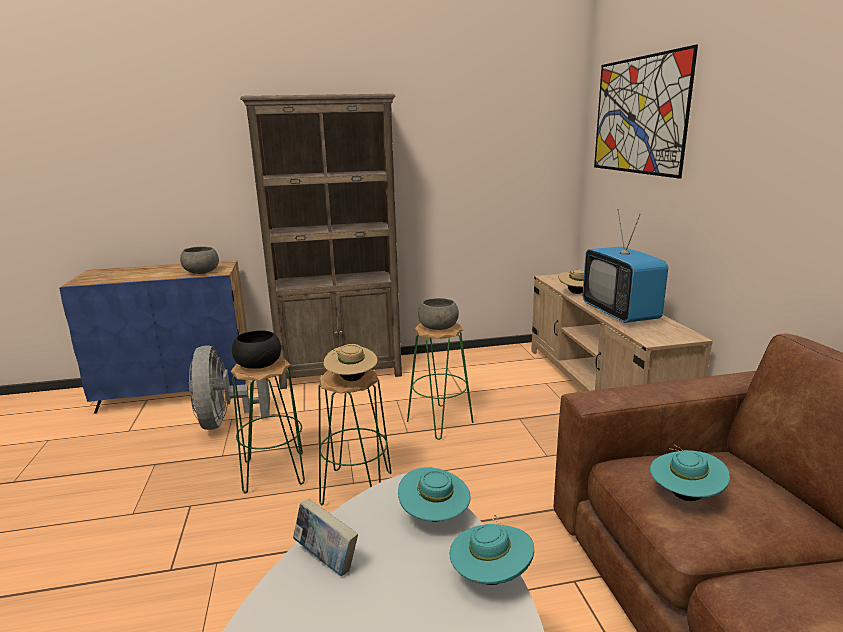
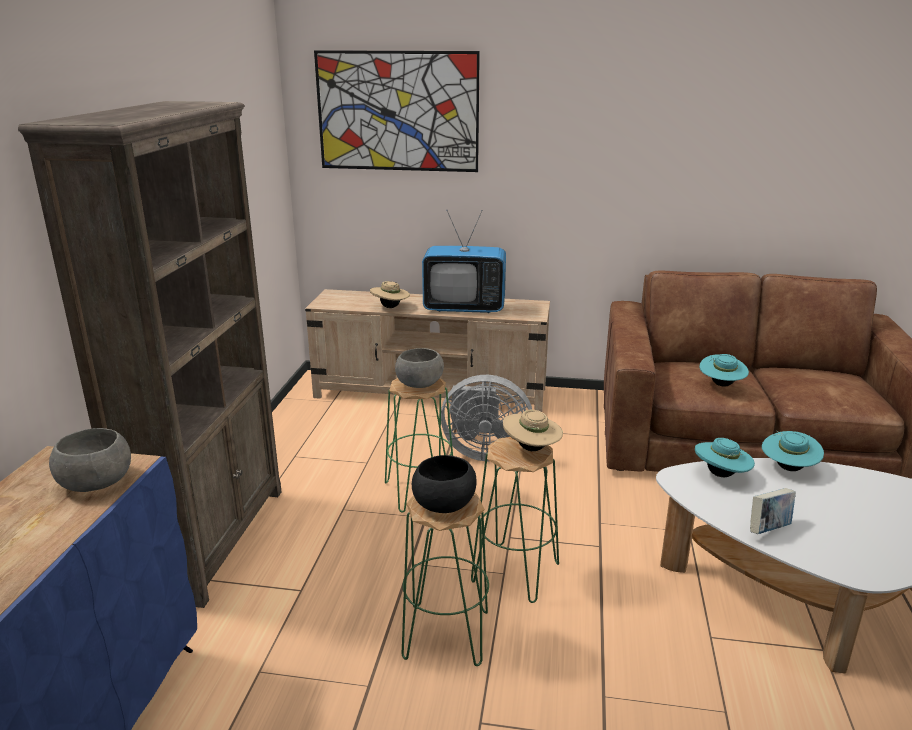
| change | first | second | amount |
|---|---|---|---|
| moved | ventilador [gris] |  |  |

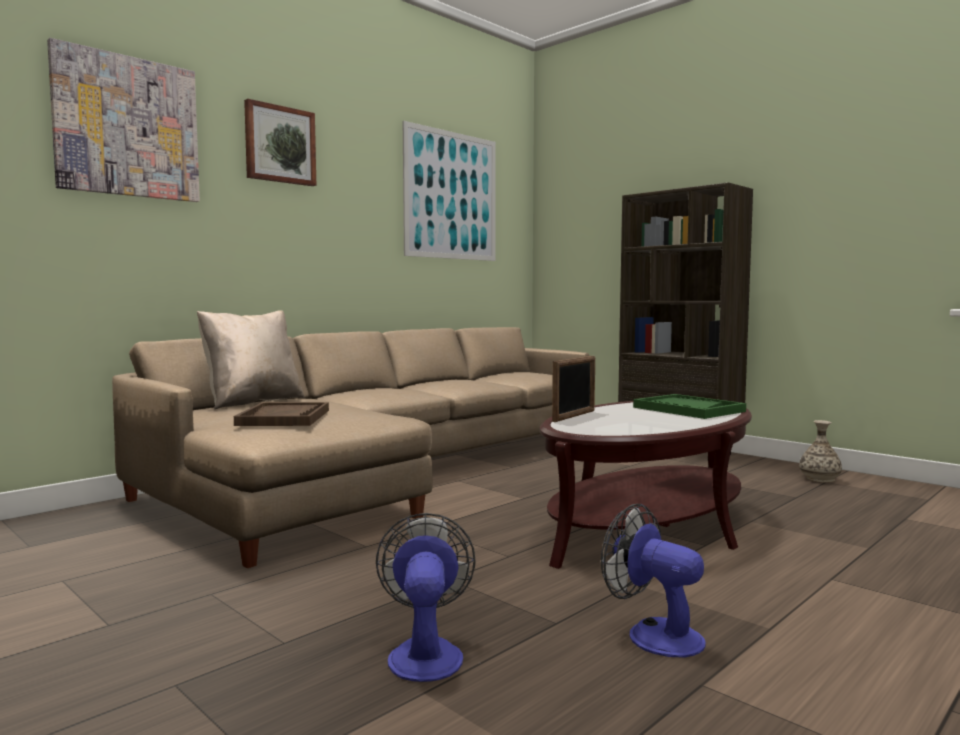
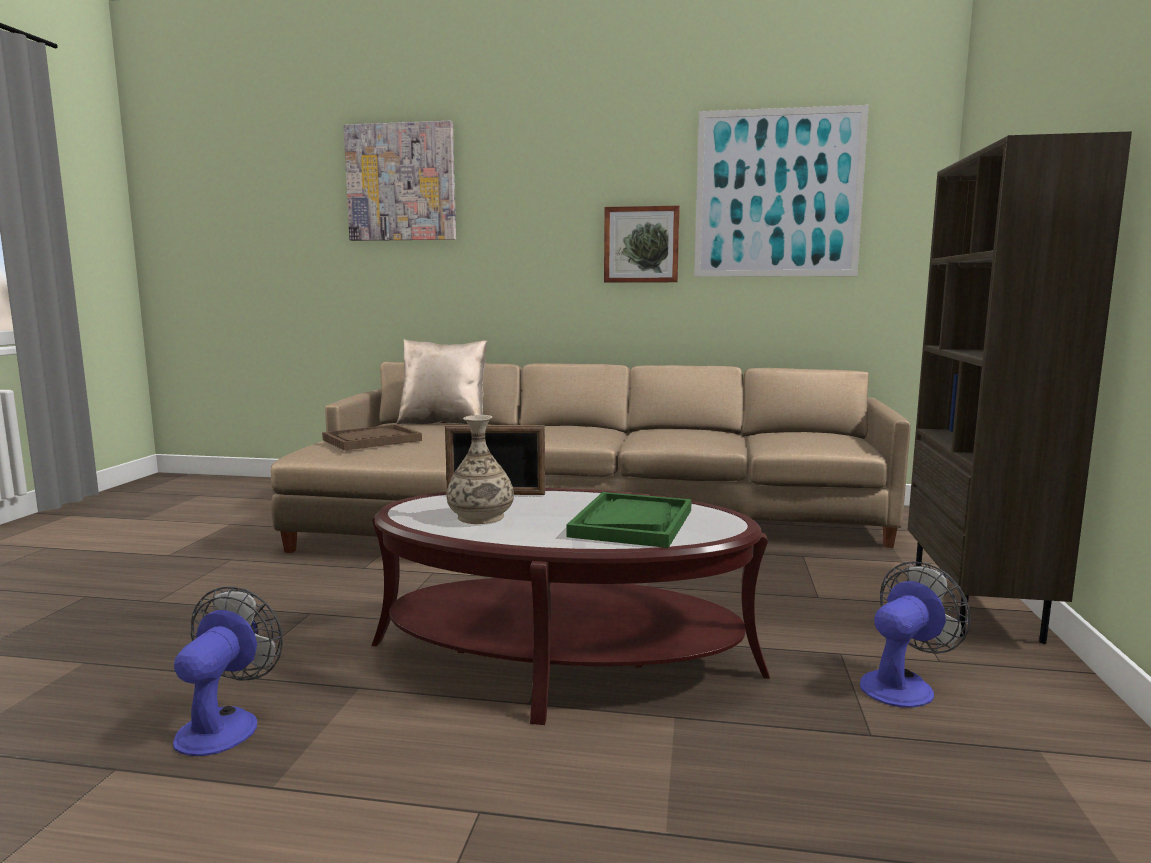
| change | first | second | amount |
|---|---|---|---|
| moved | cuadro (2nd from left) |  |  |
| moved | florero |  |  |
| moved | ventilador (1st from left in the first image) | ventilador (2nd from left) |  |

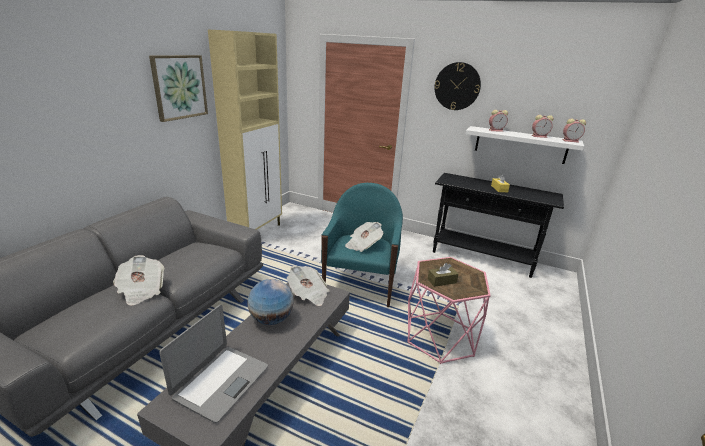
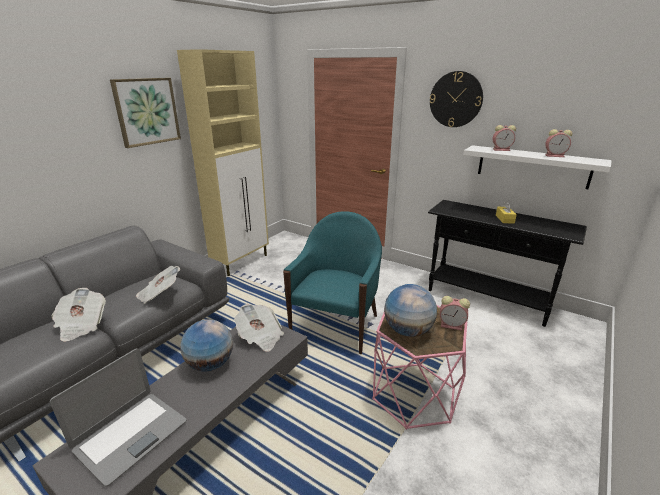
| change | first | second | amount |
|---|---|---|---|
| moved | despertador (3rd from left in the first image) | despertador (1st from left) |  |
| moved | periódico (3rd from left in the first image) | periódico (2nd from left) |  |
| replaced | caja de pañuelos [marrón] | globo terráqueo (2nd from left) |  |

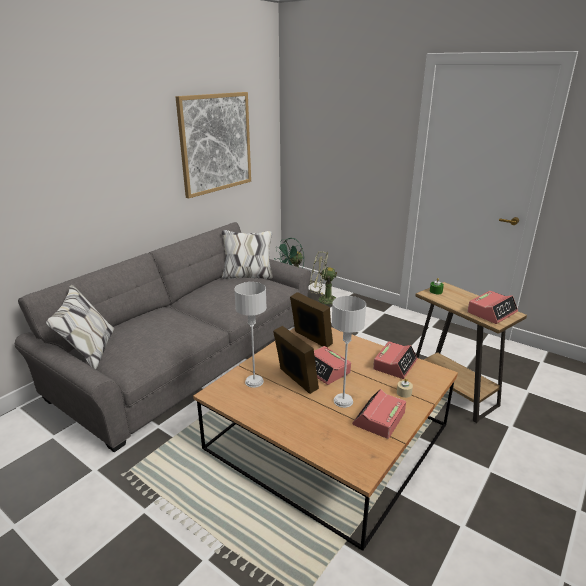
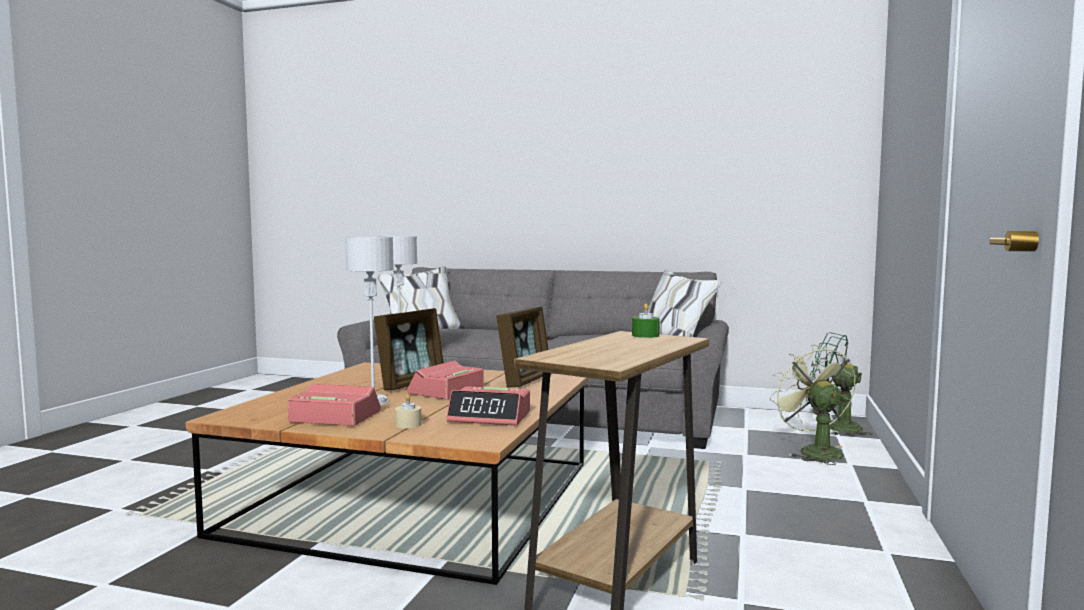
| change | first | second | amount |
|---|---|---|---|
| removed | cuadro |  |  |
| removed | despertador (4th from left) |  |  |

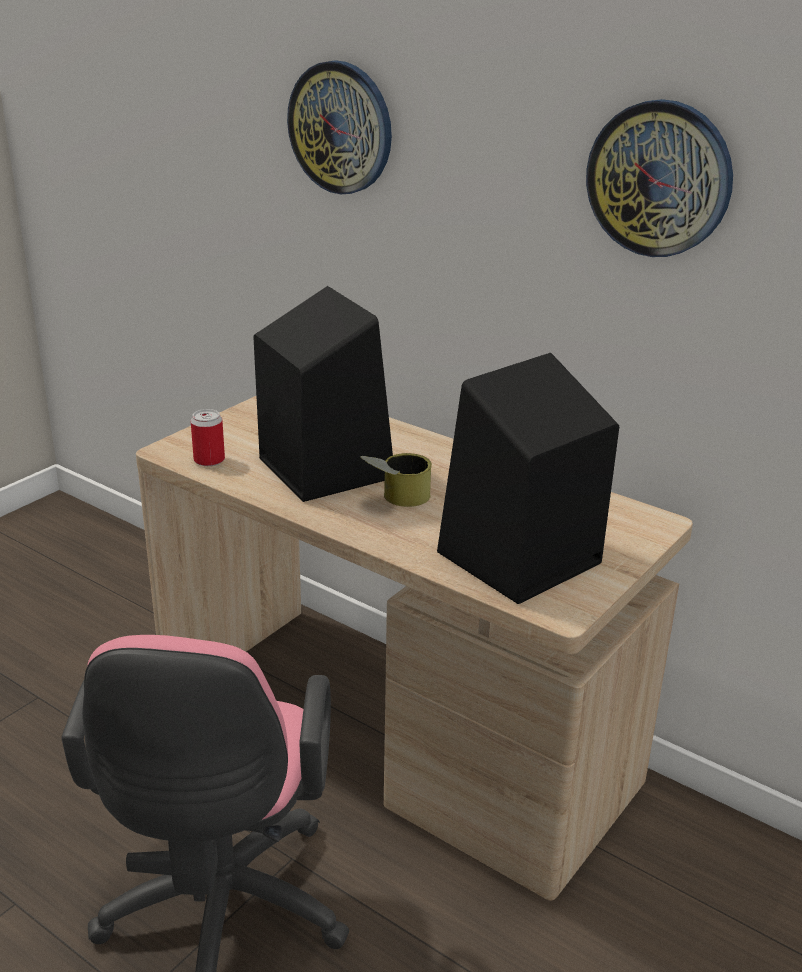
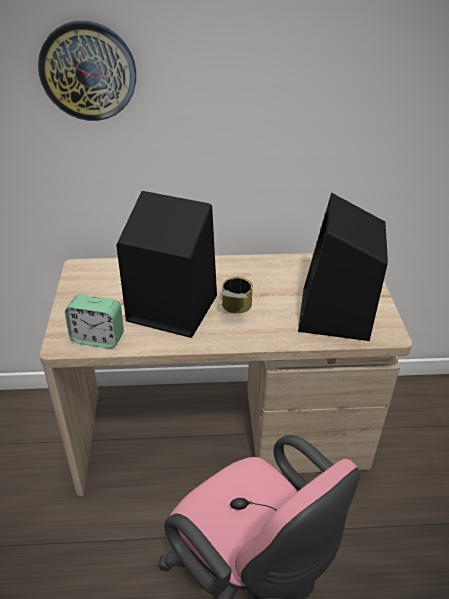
| change | first | second | amount |
|---|---|---|---|
| removed | reloj de pared (2nd from left) |  |  |
| replaced | lata (1st from left) | despertador |  |

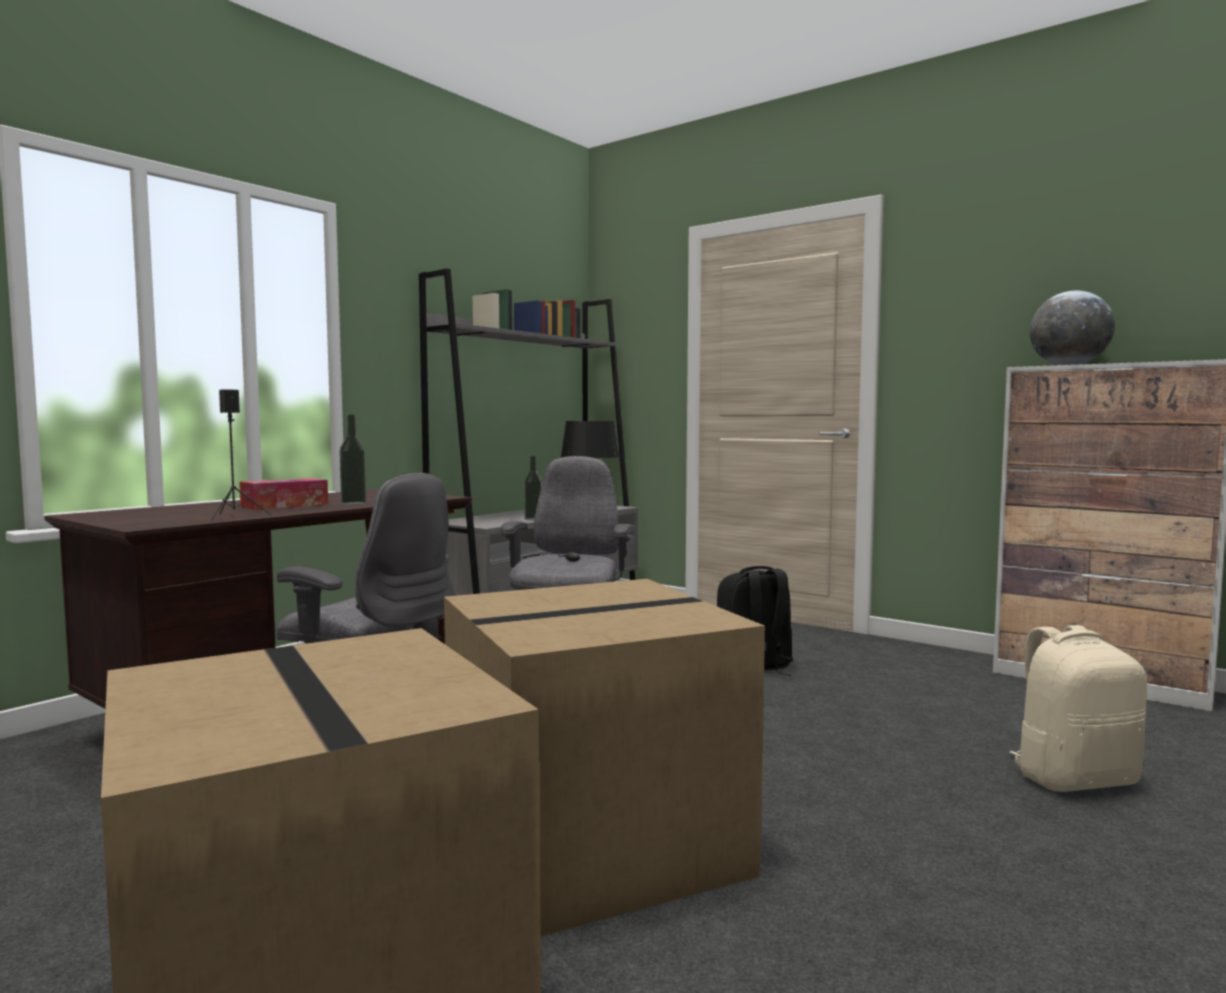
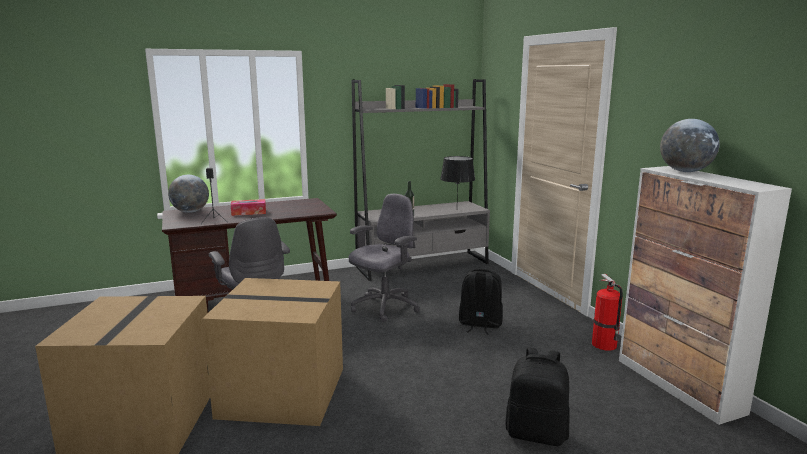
| change | first | second | amount |
|---|---|---|---|
| removed | botella (1st from left) |  |  |
| recoloured | mochila [beis] | mochila [negro] (2nd from left) |  |
| added |  | globo terráqueo (1st from left) |  |
| added |  | extintor |  |

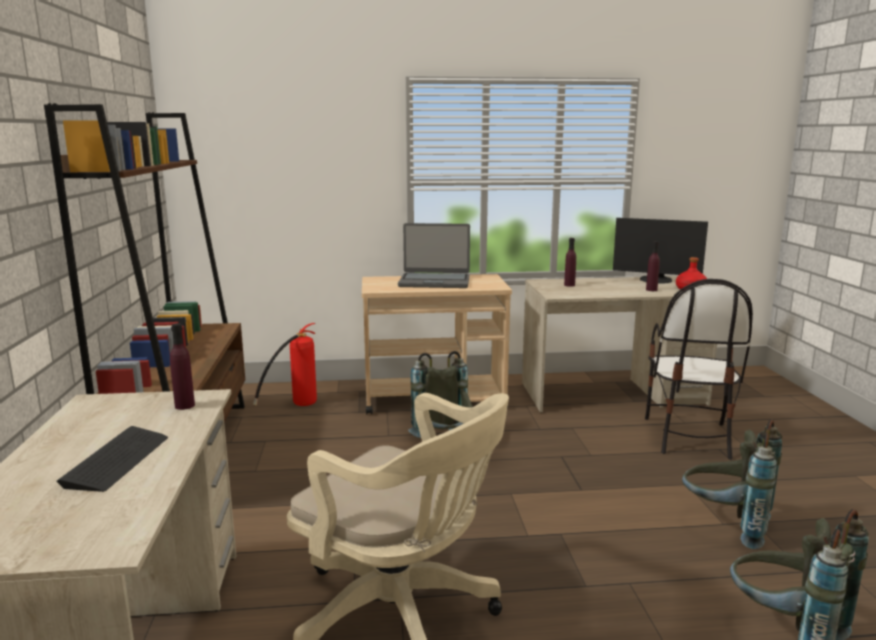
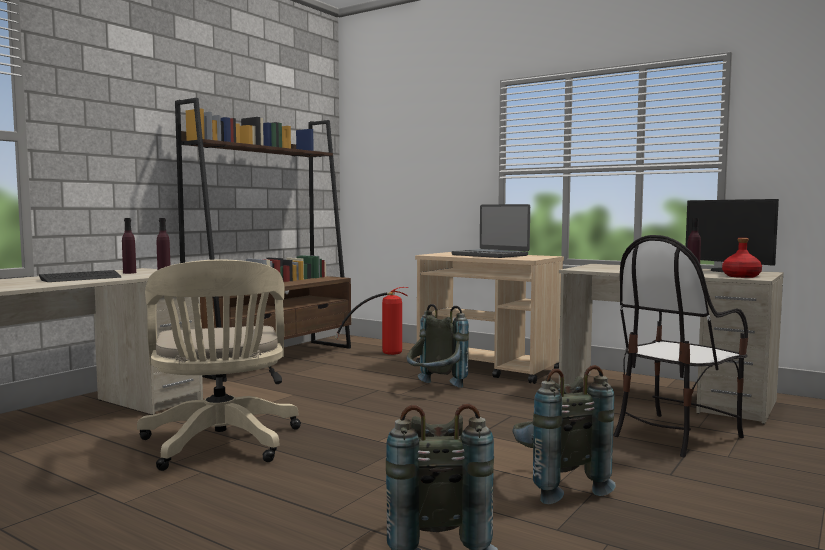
| change | first | second | amount |
|---|---|---|---|
| moved | botella [morado] (2nd from left in the first image) | botella [morado] (1st from left) |  |

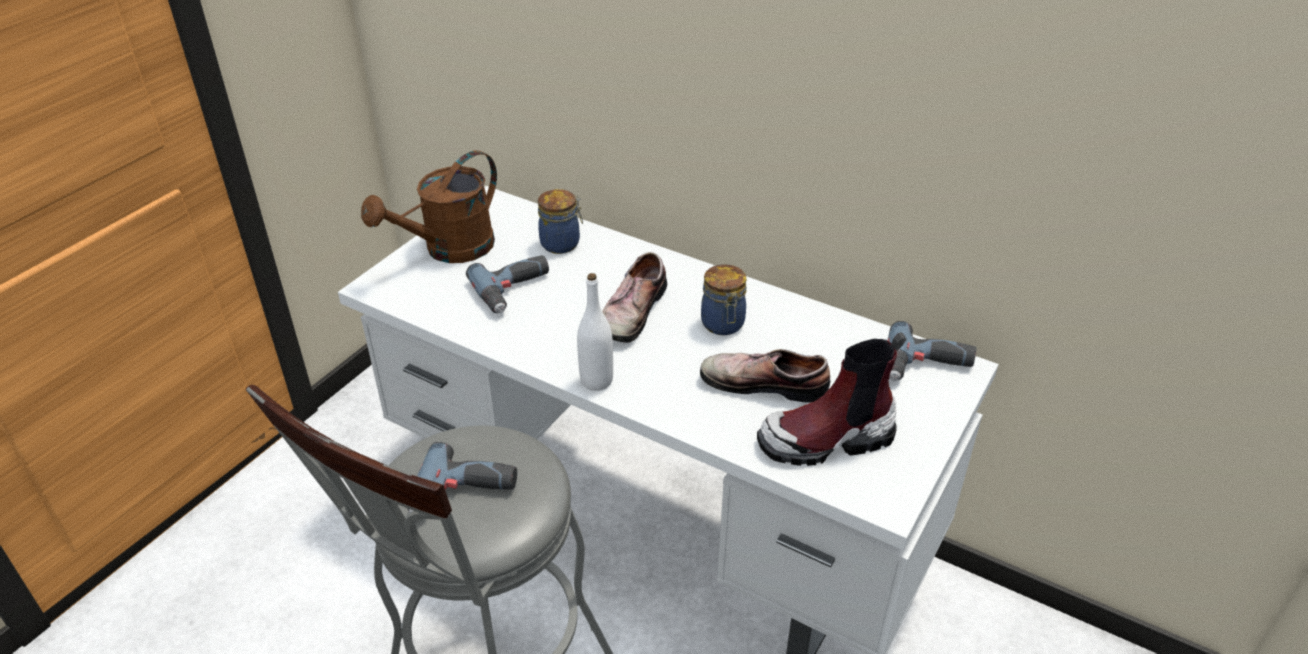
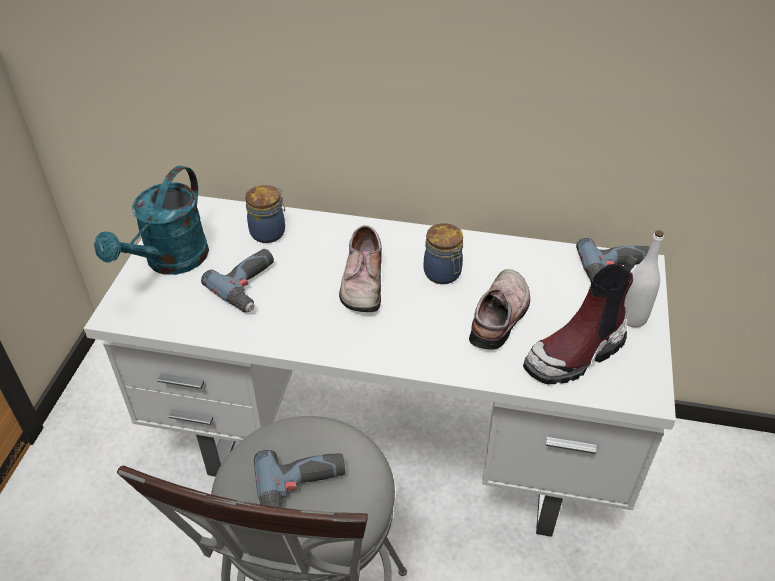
| change | first | second | amount |
|---|---|---|---|
| recoloured | regadera [marrón] | regadera [turquesa] |  |
| moved | botella [blanco] |  |  |
| turned | zapato (2nd from left) |  | 120 degrees clockwise |

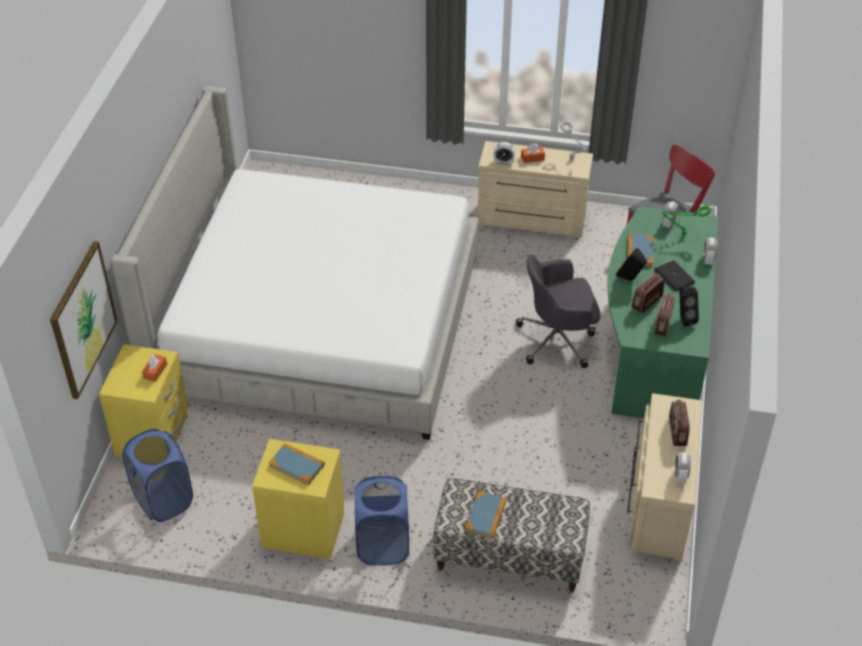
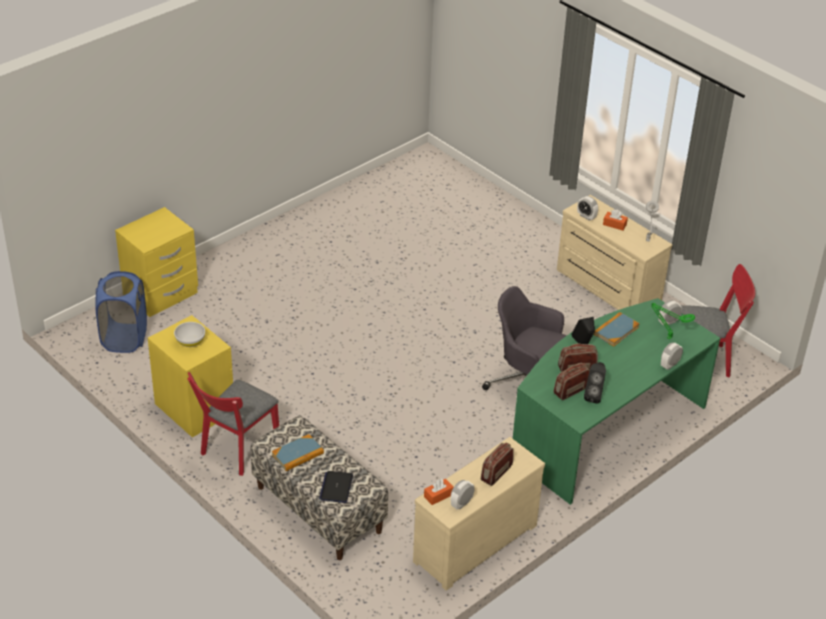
| change | first | second | amount |
|---|---|---|---|
| removed | cama |  |  |
| removed | cuadro |  |  |
| moved | portátil |  |  |
| moved | caja de pañuelos [naranja] (1st from left) |  |  |
| replaced | libro (1st from left) | cuenco [blanco] |  |
| replaced | cesto de la ropa [azul] (2nd from left) | silla [rojo] (1st from left) |  |

